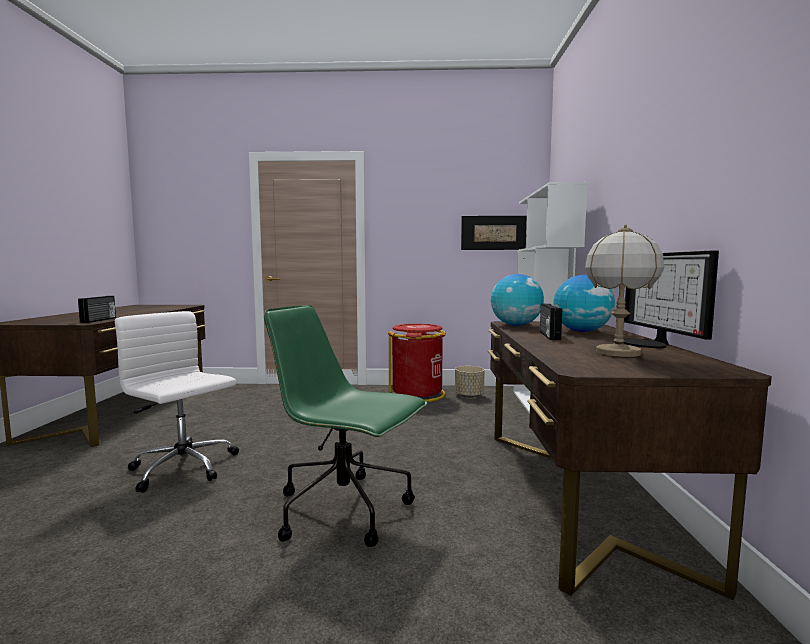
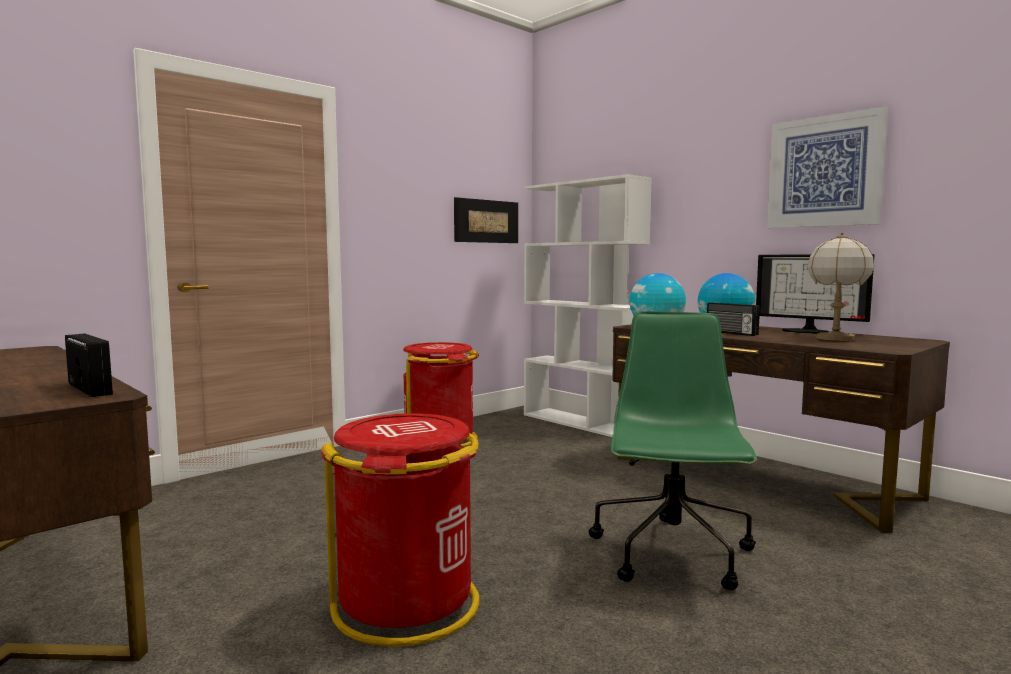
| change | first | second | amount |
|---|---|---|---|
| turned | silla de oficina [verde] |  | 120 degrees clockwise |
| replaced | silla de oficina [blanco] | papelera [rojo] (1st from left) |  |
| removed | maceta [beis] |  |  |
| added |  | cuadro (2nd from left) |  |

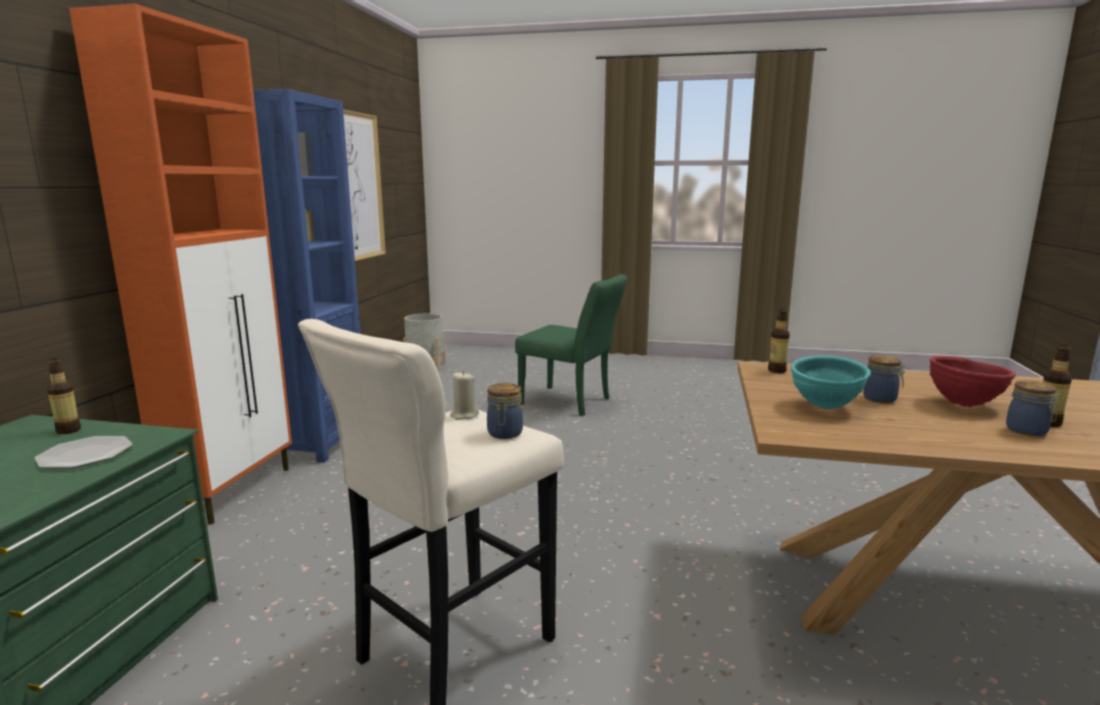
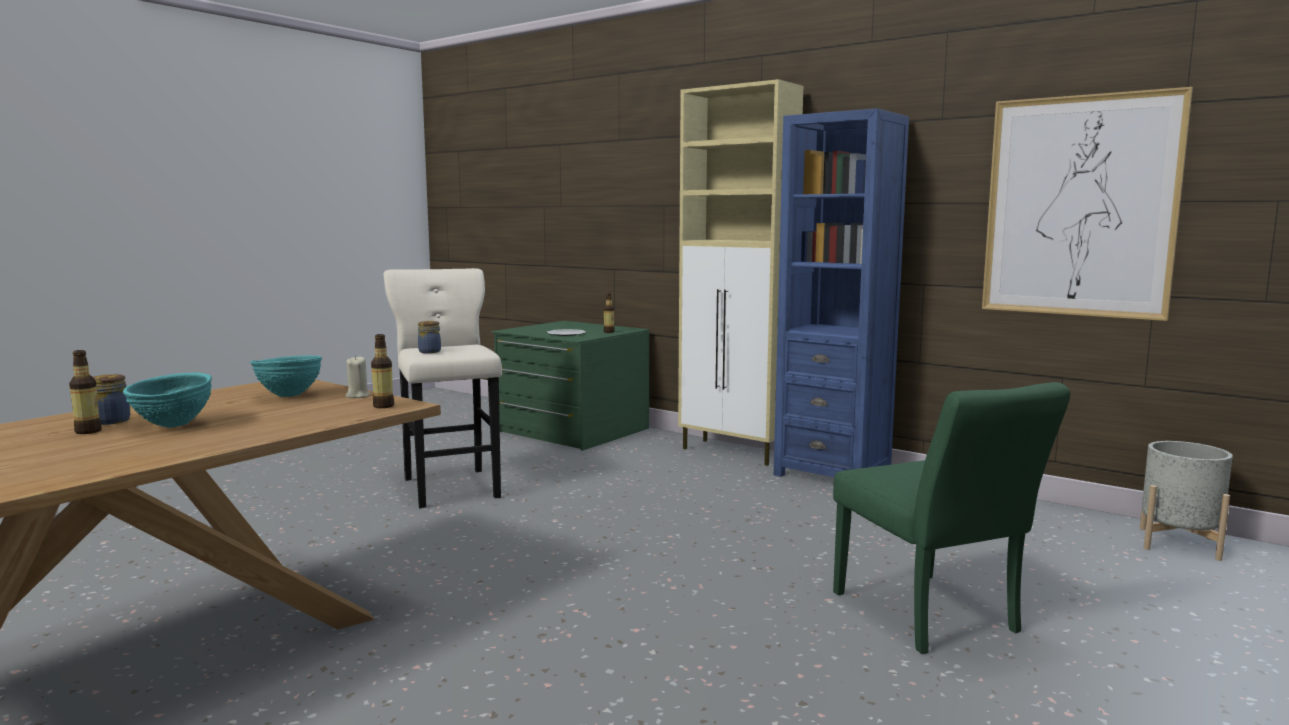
| change | first | second | amount |
|---|---|---|---|
| recoloured | armario [naranja] | armario [beis] |  |
| turned | silla [verde] |  | 75 degrees counterclockwise |
| removed | tarro (2nd from left) |  |  |
| recoloured | cuenco [rojo] | cuenco [turquesa] (1st from left) |  |
| moved | vela [beis] |  |  |

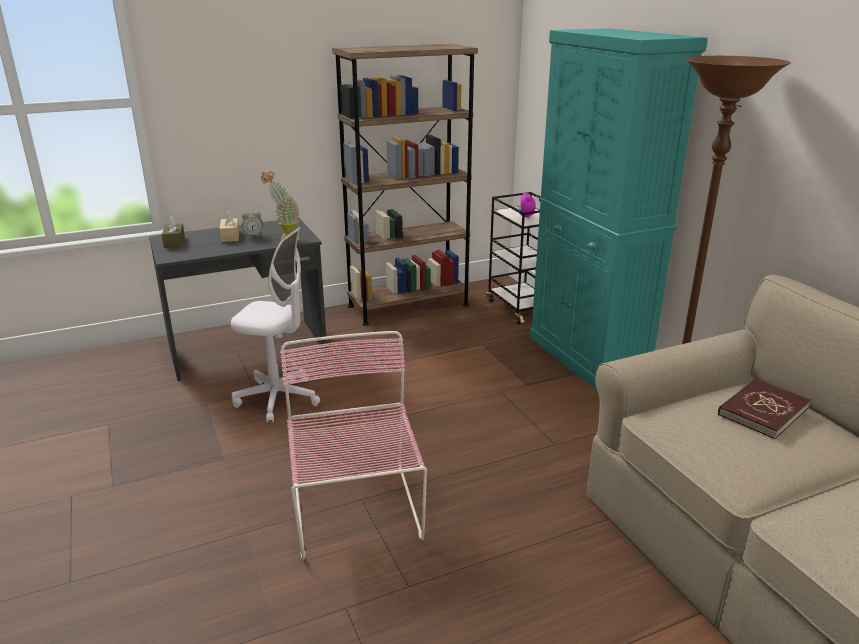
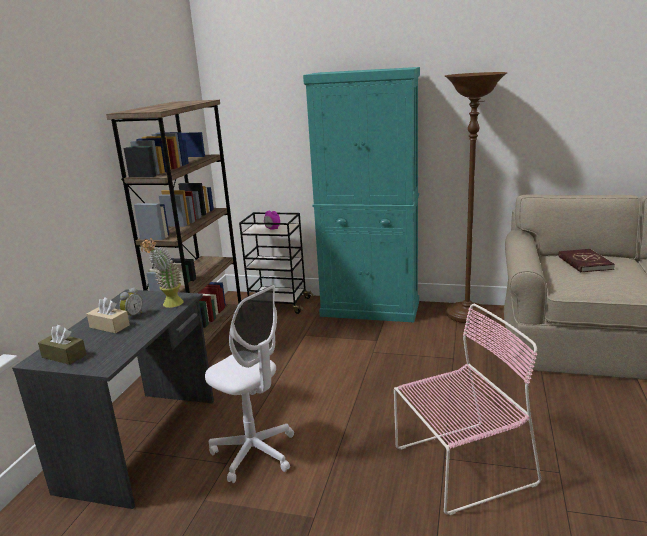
| change | first | second | amount |
|---|---|---|---|
| turned | silla de oficina [blanco] |  | 75 degrees clockwise |
| turned | silla [rosa] |  | 135 degrees clockwise |

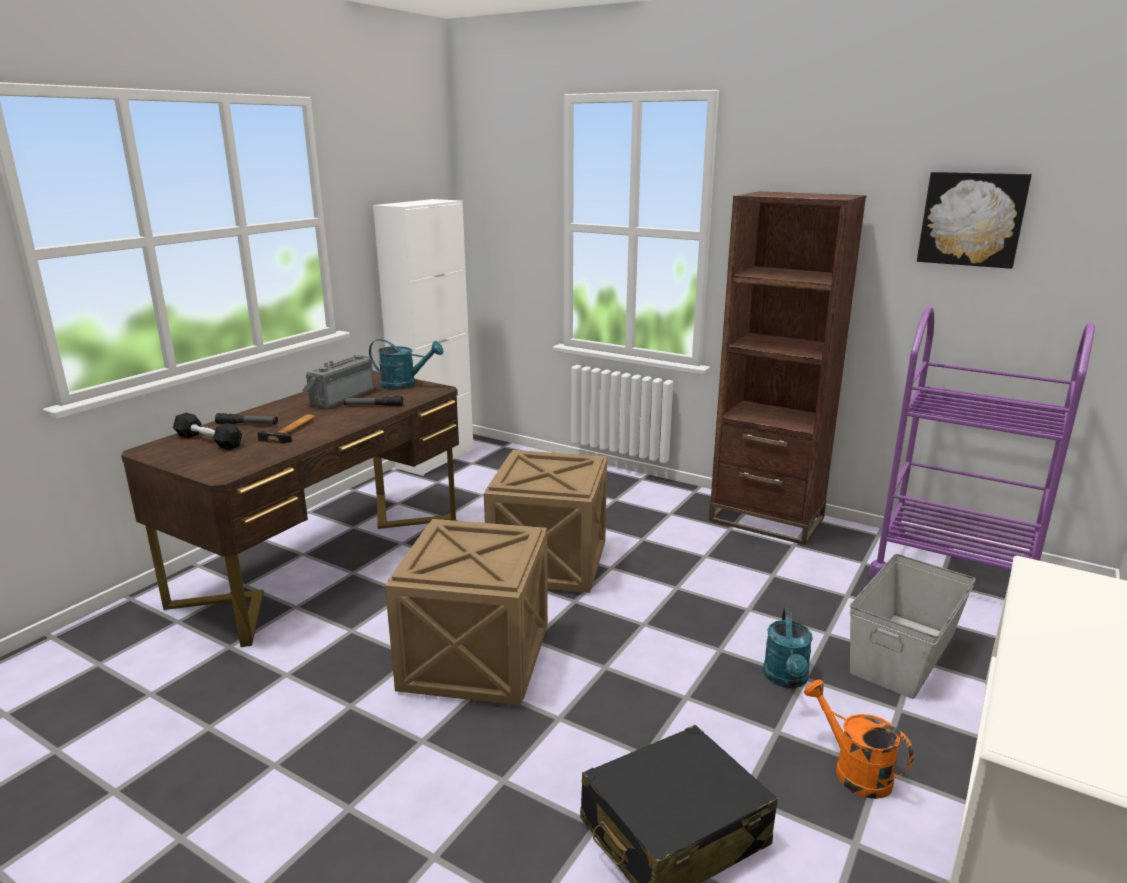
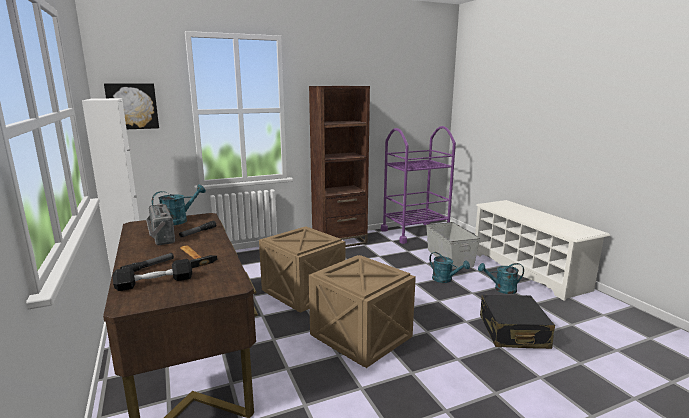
| change | first | second | amount |
|---|---|---|---|
| moved | cuadro |  |  |
| recoloured | regadera [naranja] | regadera [turquesa] (3rd from left) |  |

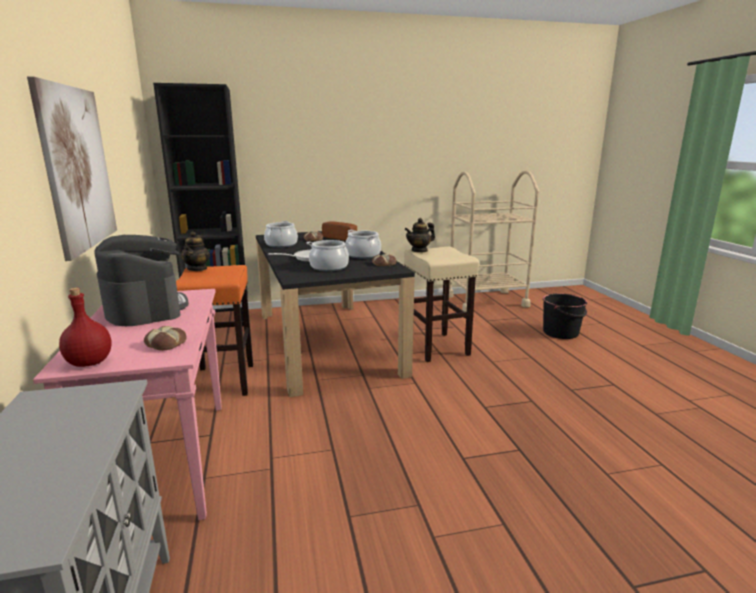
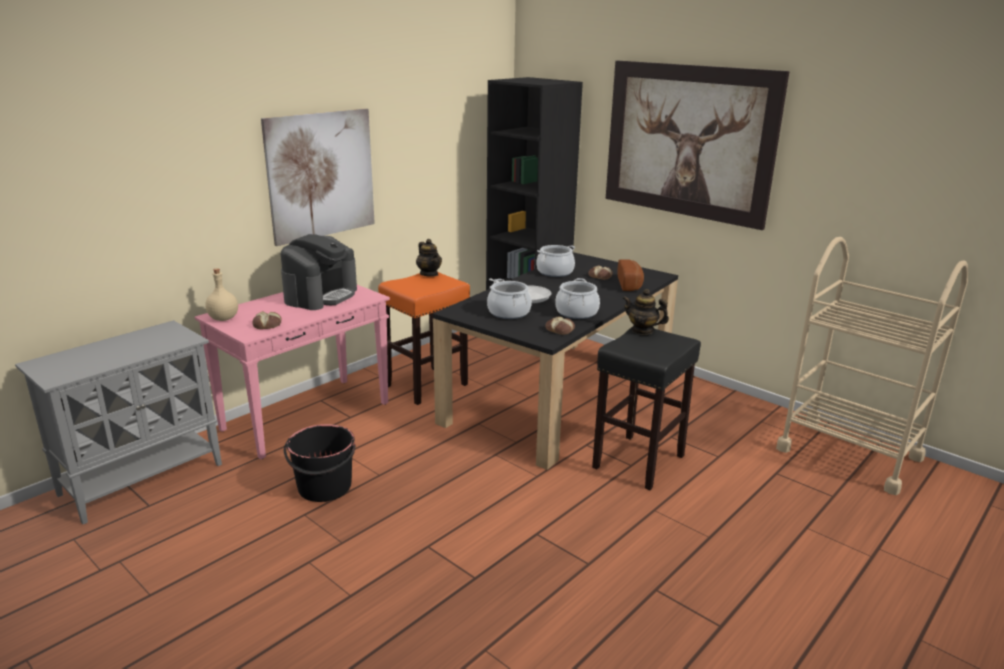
| change | first | second | amount |
|---|---|---|---|
| turned | tetera (1st from left) |  | 90 degrees counterclockwise |
| recoloured | taburete [beis] | taburete [negro] |  |
| recoloured | botella [rojo] | botella [beis] |  |
| moved | cubo [negro] |  |  |
| added |  | cuadro (2nd from left) |  |

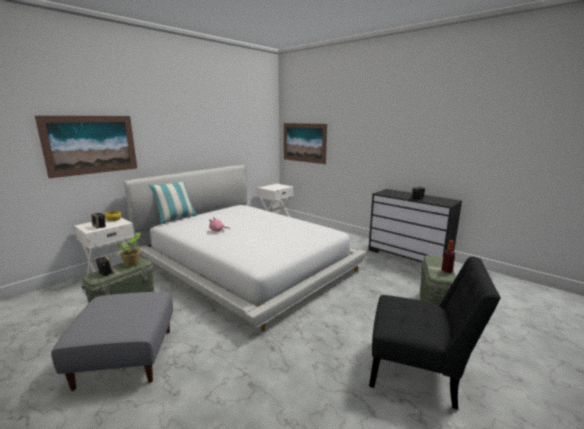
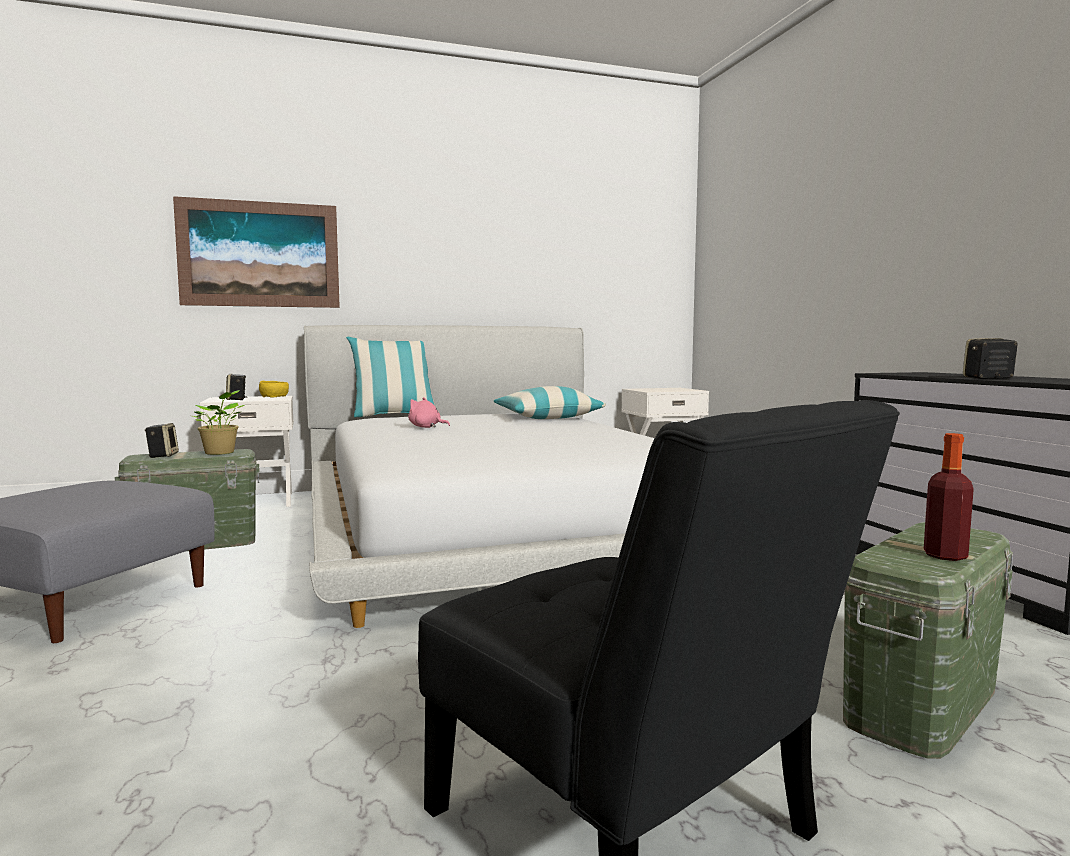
| change | first | second | amount |
|---|---|---|---|
| removed | cuadro (2nd from left) |  |  |
| added |  | cojín (2nd from left) |  |

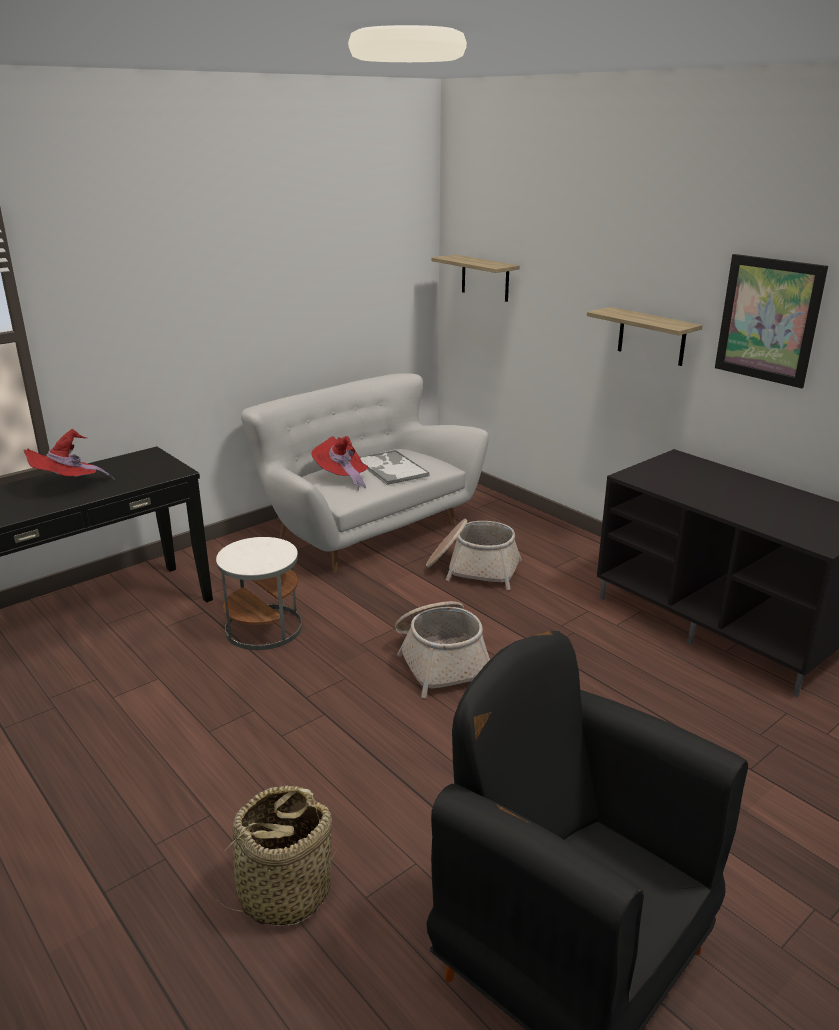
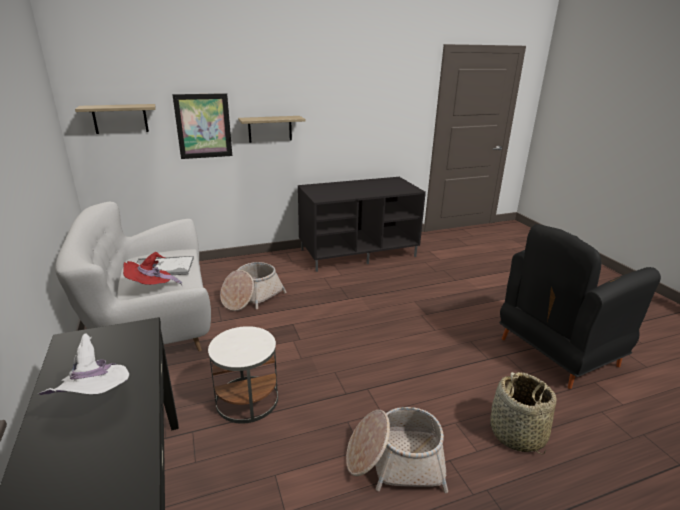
| change | first | second | amount |
|---|---|---|---|
| moved | cuadro |  |  |
| recoloured | sombrero [rojo] (1st from left) | sombrero [blanco] |  |
| moved | cesta (2nd from left) |  |  |

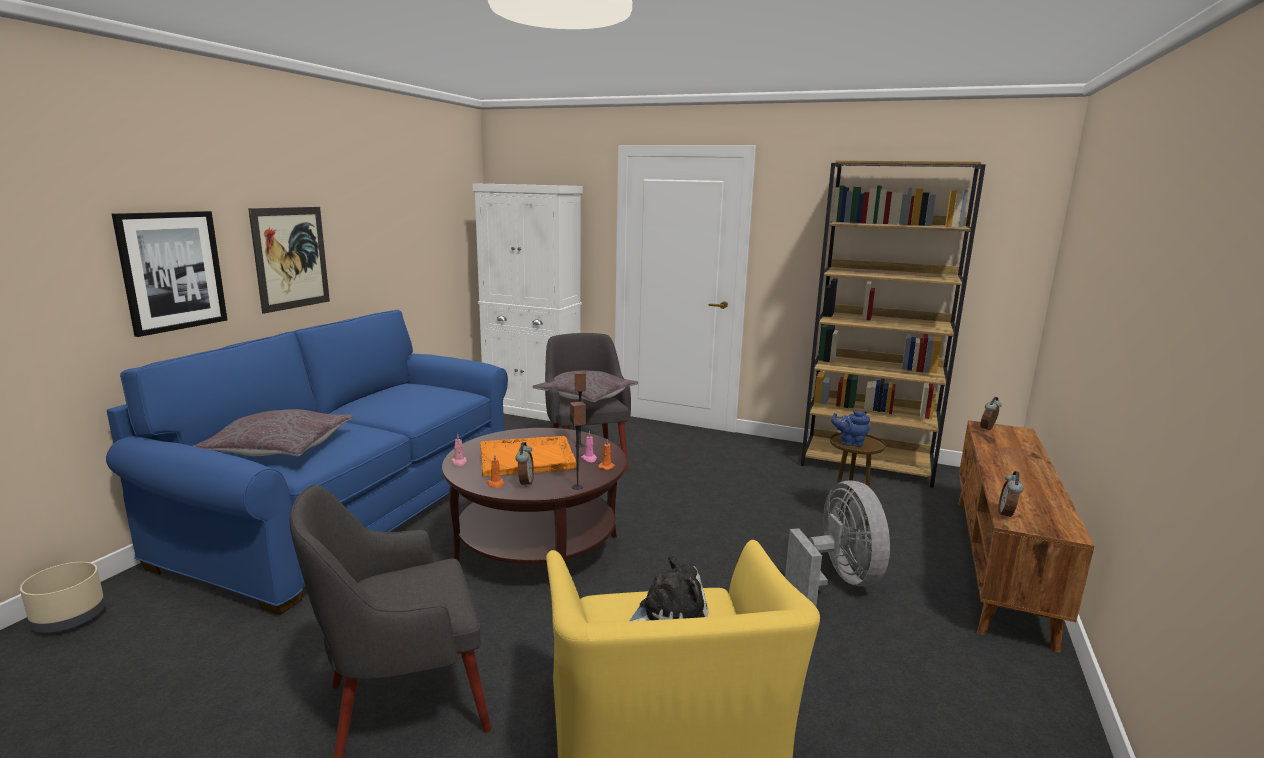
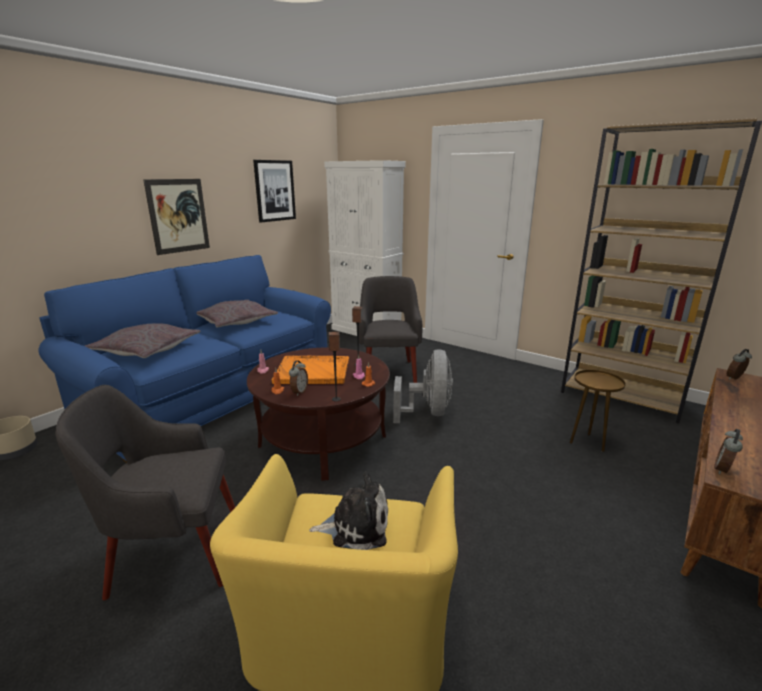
| change | first | second | amount |
|---|---|---|---|
| moved | cuadro (1st from left in the first image) | cuadro (2nd from left) |  |
| moved | cojín [gris] (2nd from left) |  |  |
| removed | tetera [azul] |  |  |
| moved | ventilador [gris] |  |  |

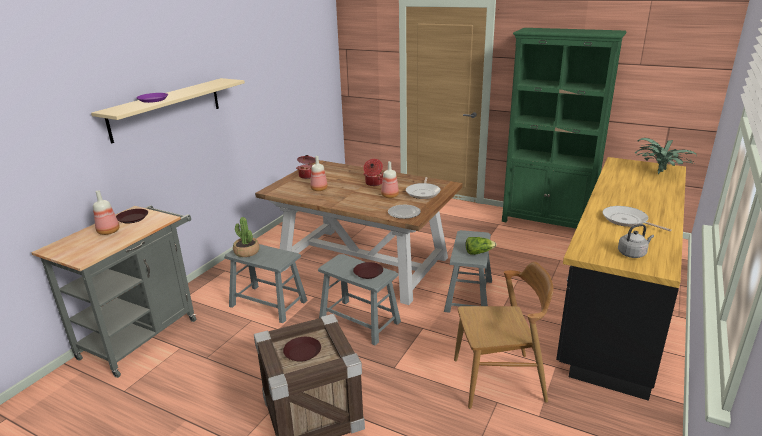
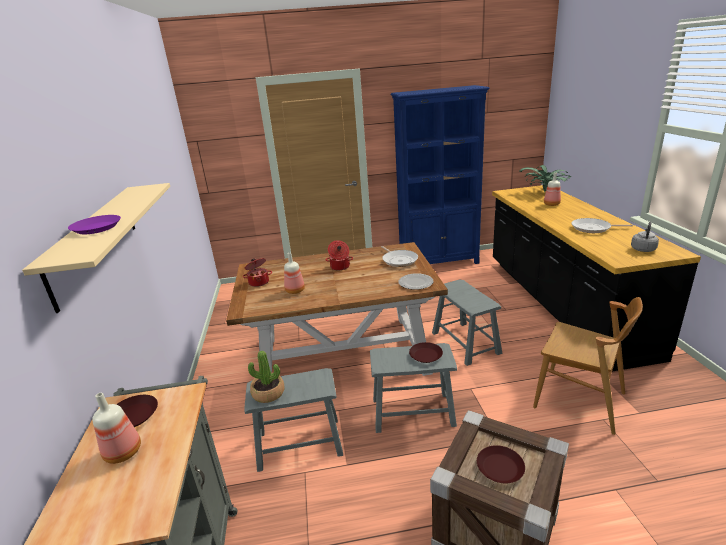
| change | first | second | amount |
|---|---|---|---|
| recoloured | estantería [verde] | estantería [azul] |  |
| moved | botella (3rd from left) |  |  |
| removed | lechuga |  |  |
| turned | silla [marrón] |  | 75 degrees clockwise |

